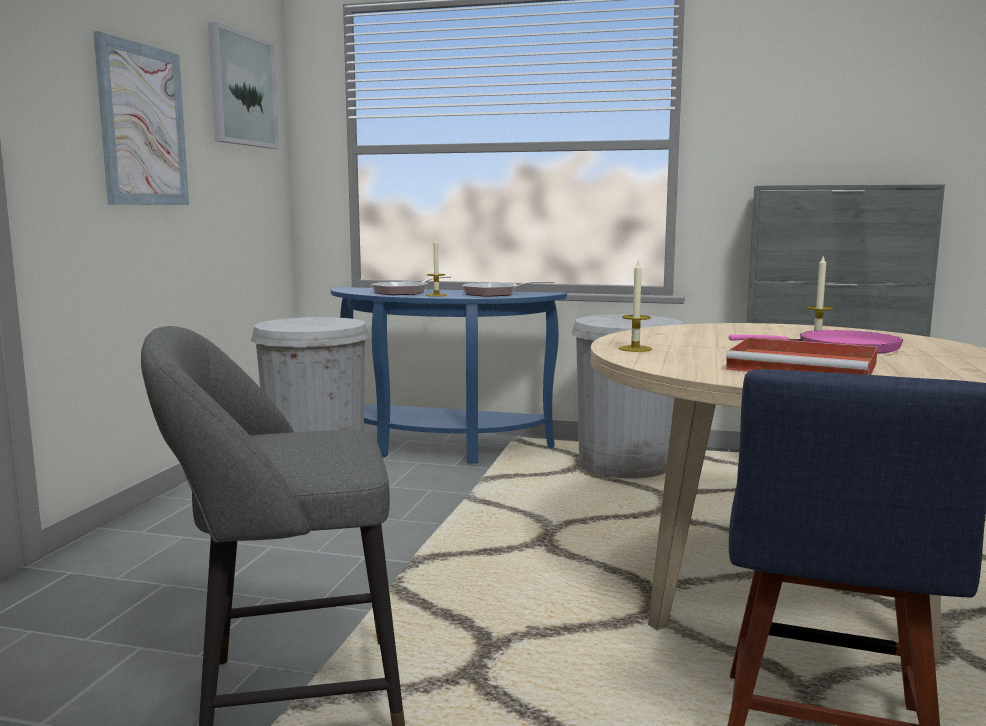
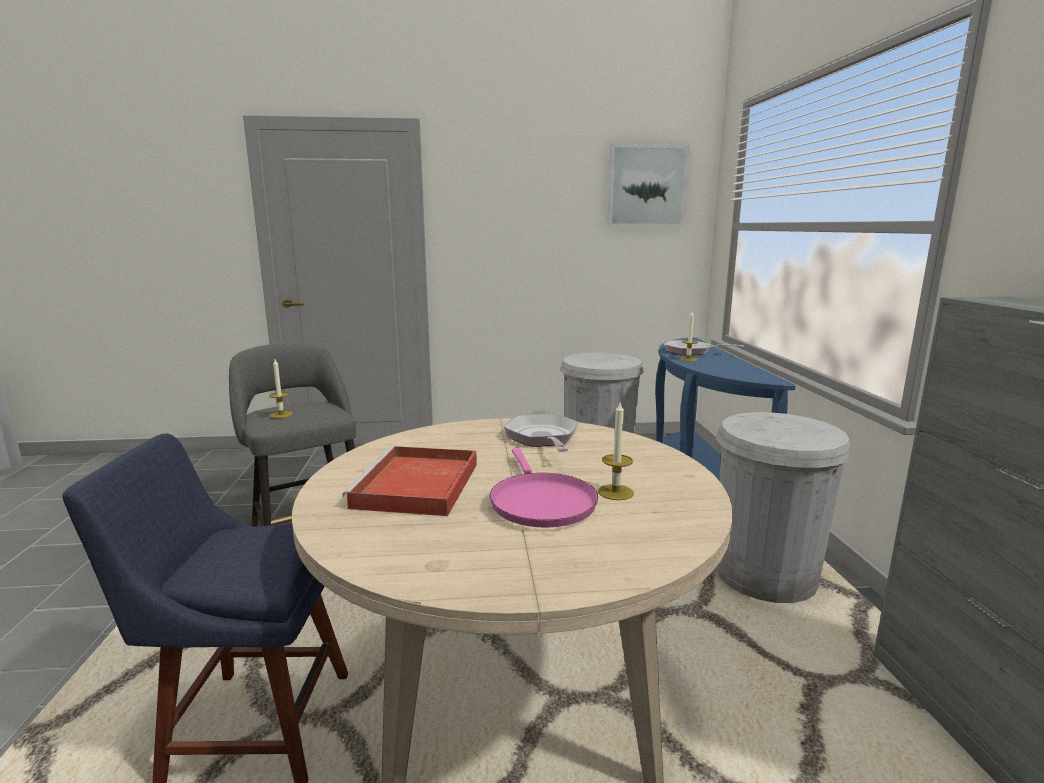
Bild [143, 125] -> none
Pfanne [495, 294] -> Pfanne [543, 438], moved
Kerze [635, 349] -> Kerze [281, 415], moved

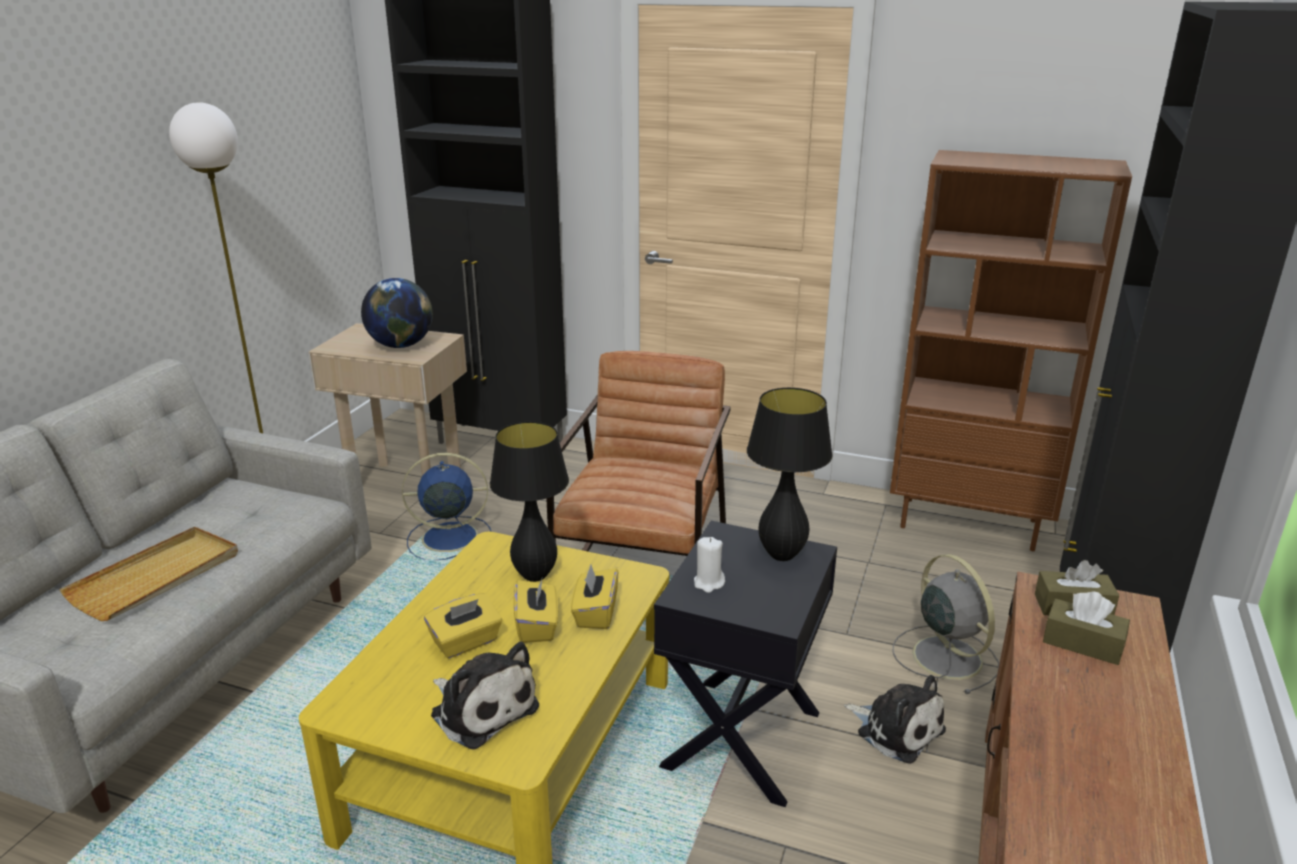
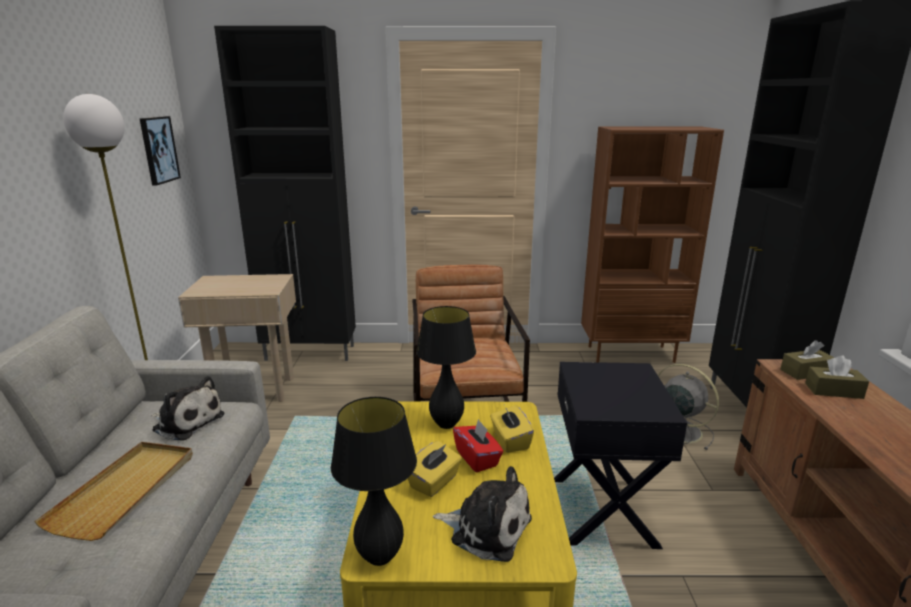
Globus [401, 345] -> none
Ventilator (blau) [447, 537] -> none
Taschentuchbox (gelb) [537, 626] -> Taschentuchbox (rot) [477, 458]
Kerze (weiß) [708, 583] -> none
Tischlampe (schwarz) [782, 555] -> Tischlampe (schwarz) [380, 557], moved
Plüschtier [896, 729] -> Plüschtier [186, 422], moved
none -> Bild [158, 150]

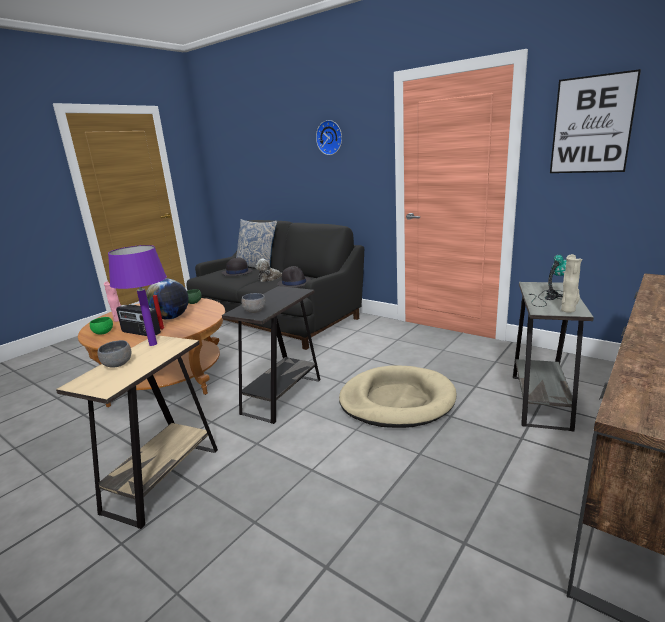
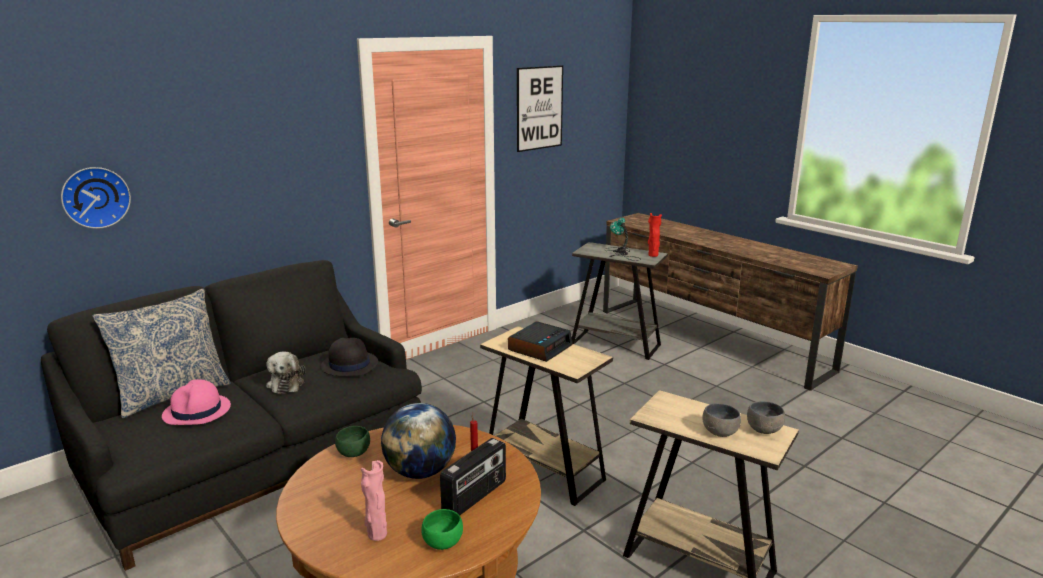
Tischlampe (lila) [153, 344] -> none
Hut (schwarz) [237, 272] -> Hut (rosa) [197, 412]
Beistelltisch (schwarz) [282, 396] -> Beistelltisch (beige) [543, 471]
Schüssel (grau) [255, 311] -> Schüssel (grau) [763, 429], moved
Wanduhr [330, 137] -> Wanduhr [95, 197], moved
Hundebett (beige) [396, 400] -> none
Vase (beige) [568, 310] -> Vase (rot) [653, 255]
none -> Wecker [540, 347]

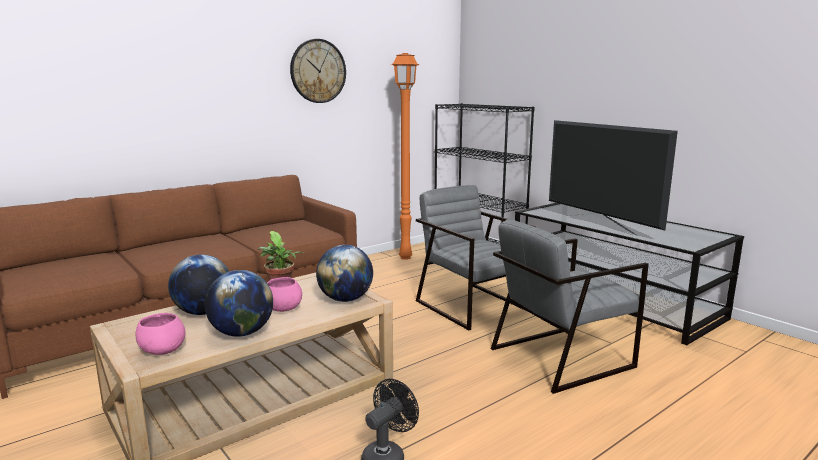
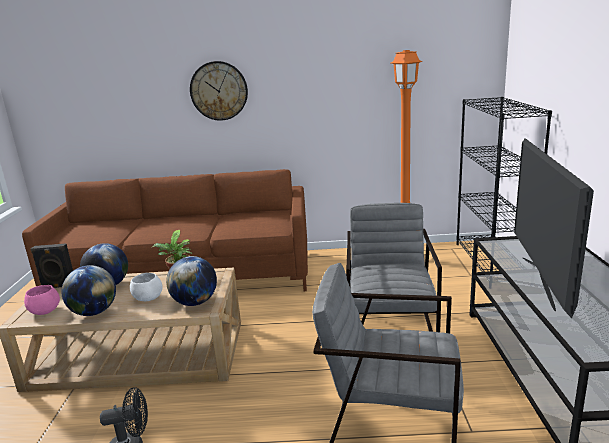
Schüssel (rosa) [283, 309] -> Schüssel (weiß) [148, 298]
Wanduhr [318, 71] -> Wanduhr [219, 91], moved
none -> Lautsprecher (schwarz) [58, 286]

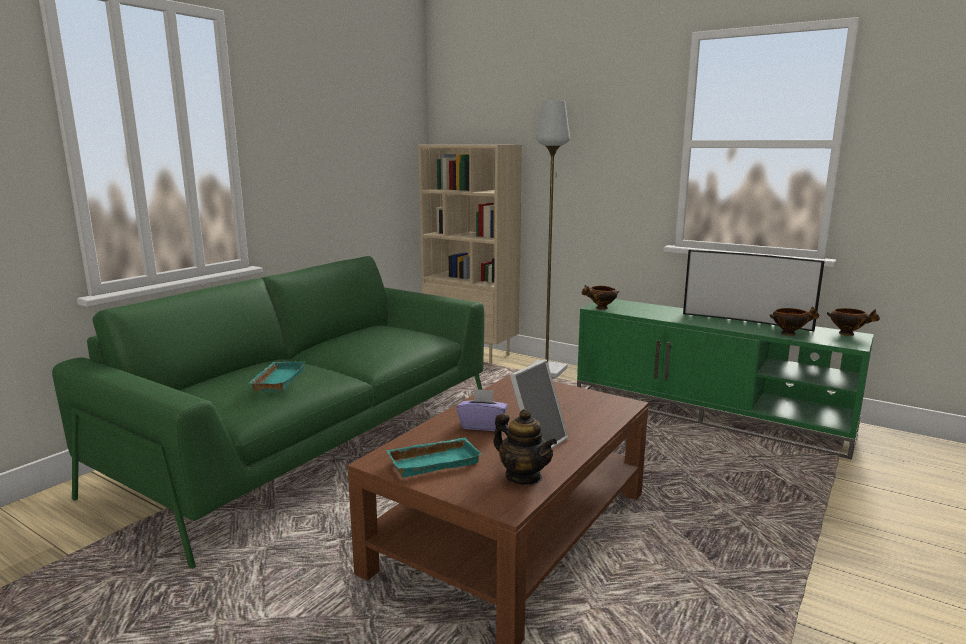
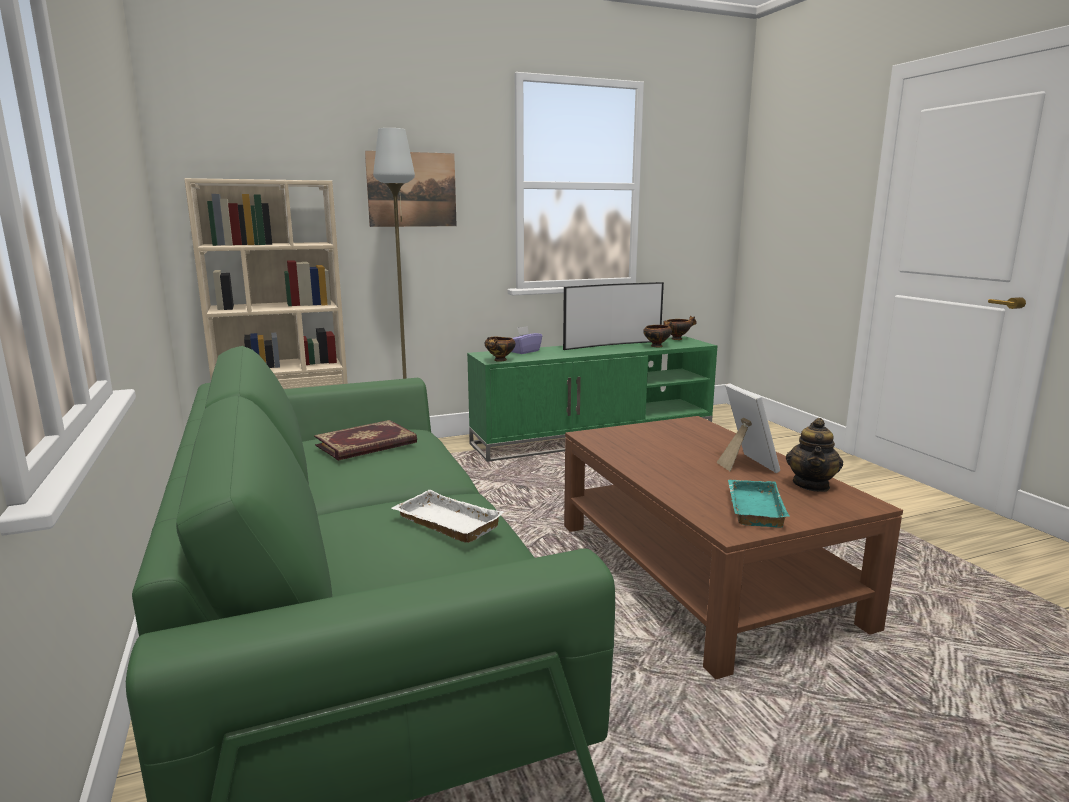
Tablett (türkis) [277, 380] -> Tablett (weiß) [444, 524]
Taschentuchbox (lila) [482, 425] -> Taschentuchbox (lila) [524, 351], moved
Teekanne [523, 476] -> Teekanne [811, 485], 120 degrees clockwise
none -> Buch [367, 444]
none -> Bild [412, 189]

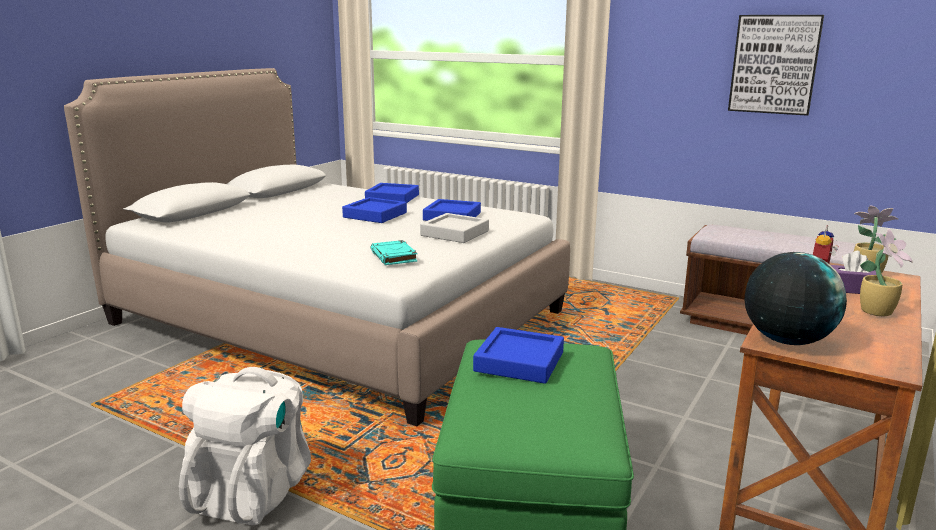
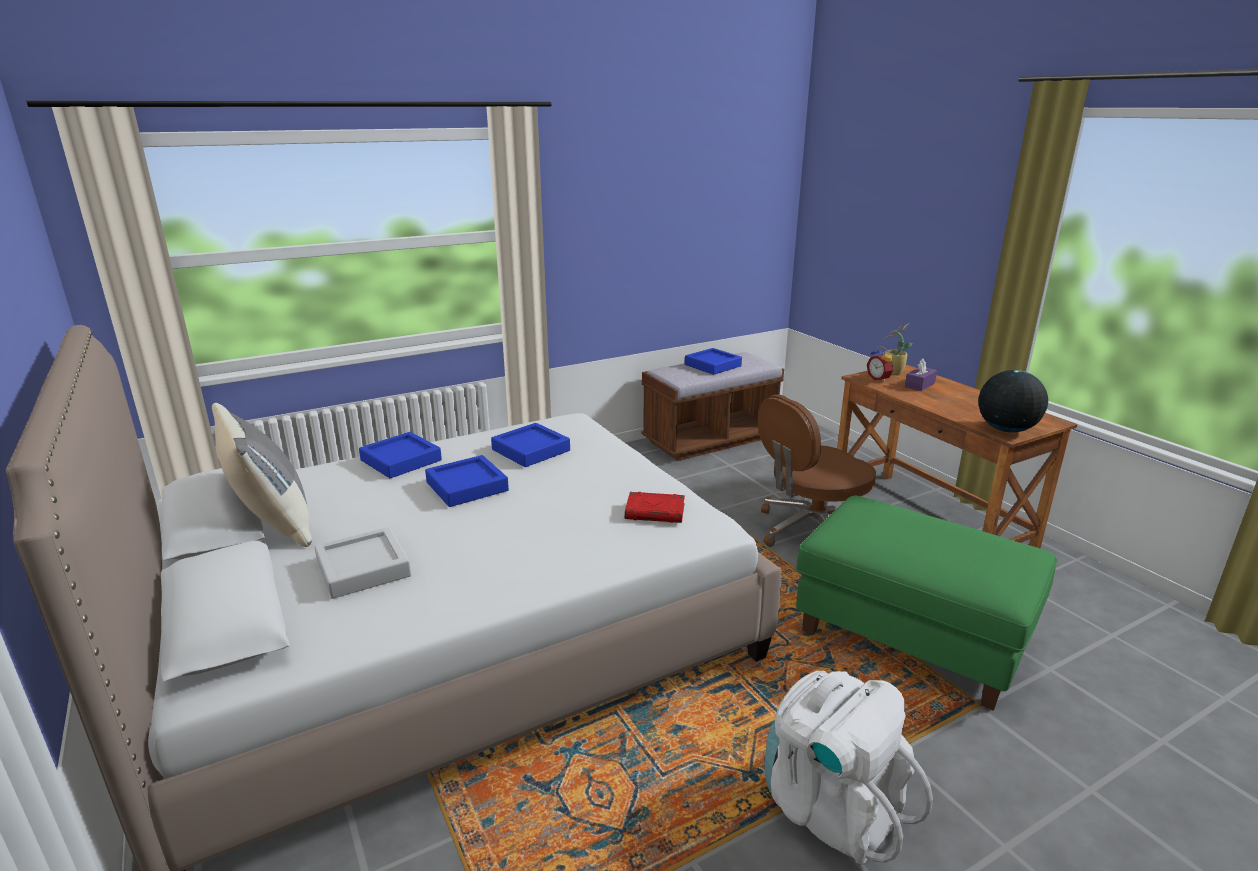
Buch (türkis) [394, 257] -> Buch (rot) [655, 512]
Tablett (grau) [455, 233] -> Tablett (grau) [363, 568], moved
Tablett (blau) [519, 362] -> Tablett (blau) [713, 365], moved
Bild [774, 64] -> none
Topfpflanze [877, 311] -> none
none -> Kissen (grau) [272, 524]
none -> Bürostuhl (braun) [811, 531]

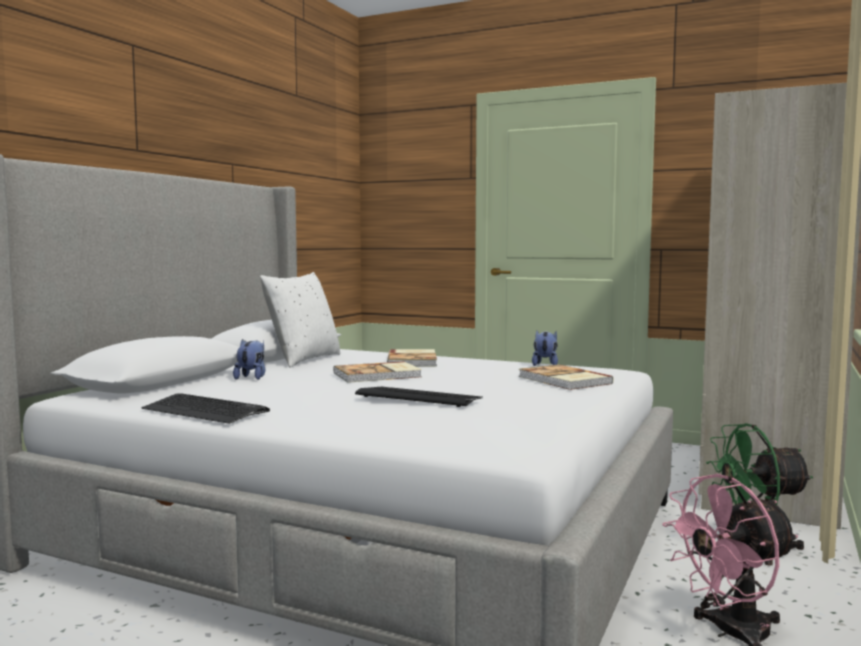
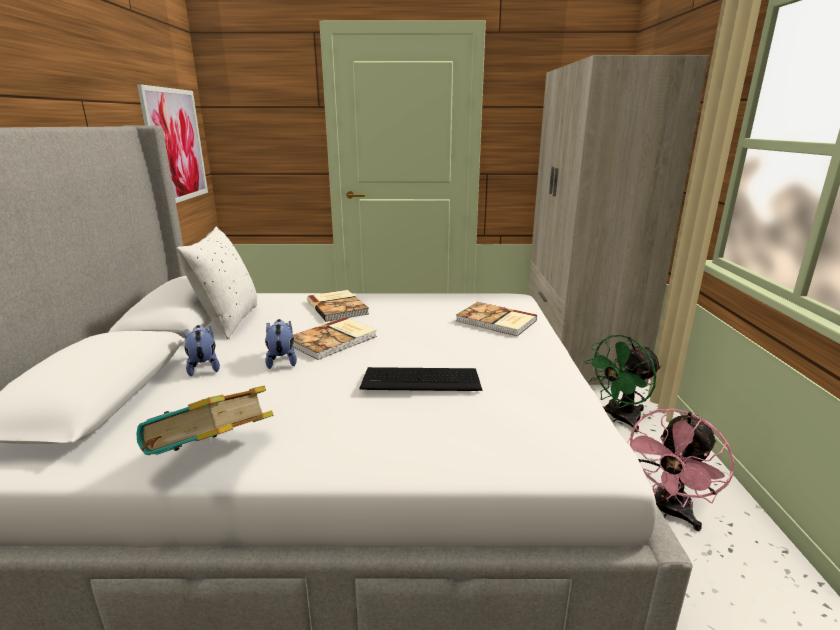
Tastatur [205, 411] -> Buch [214, 457]
Plüschtier [545, 365] -> Plüschtier [282, 360], moved
none -> Bild [175, 145]

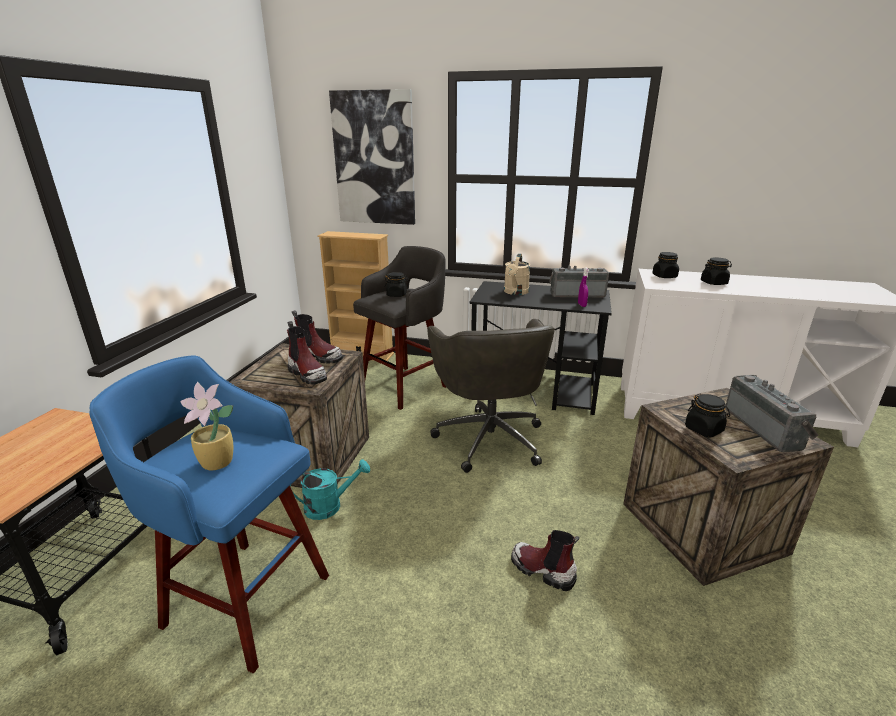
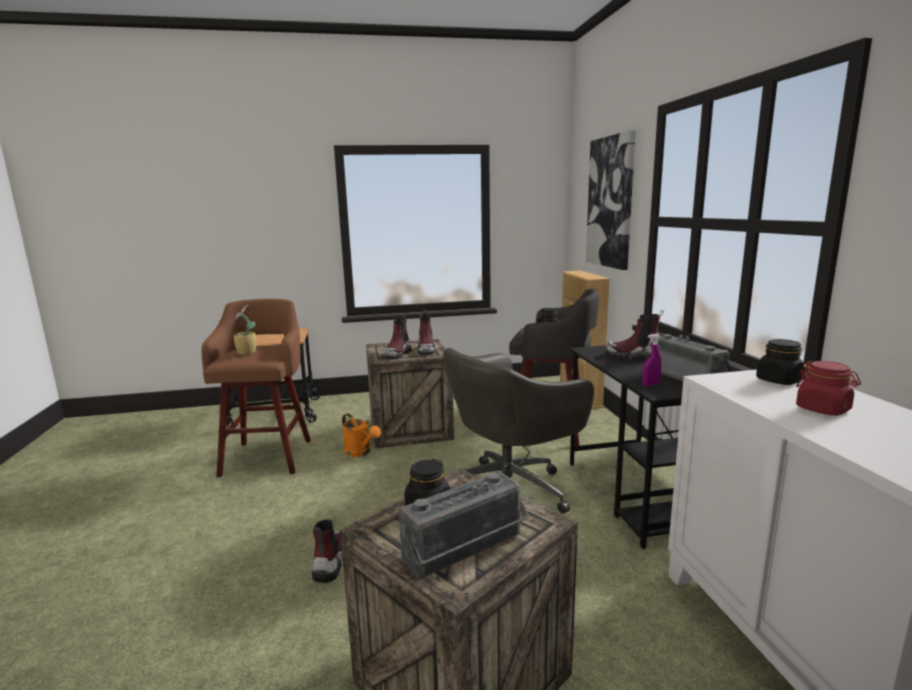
Hocker (blau) [244, 598] -> Hocker (braun) [268, 456]
Gießkanne (türkis) [330, 506] -> Gießkanne (orange) [360, 452]
Gießkanne (beige) [515, 292] -> Stiefel [633, 356]
Vorratsglas (schwarz) [714, 283] -> Vorratsglas (rot) [823, 409]

